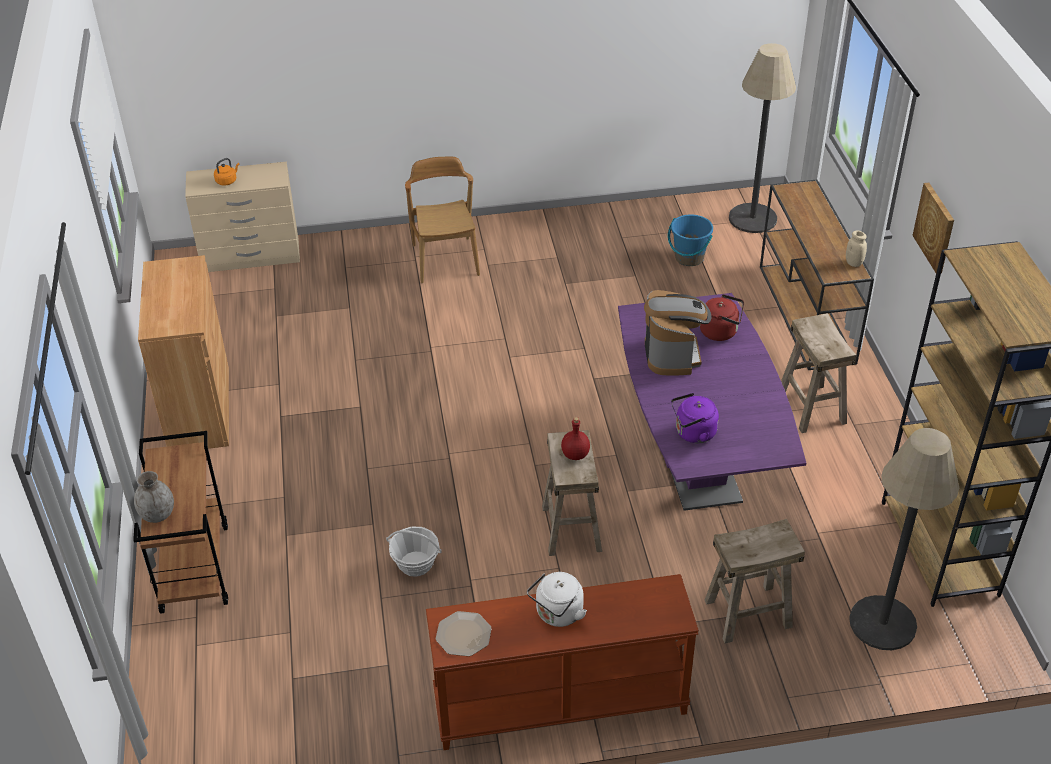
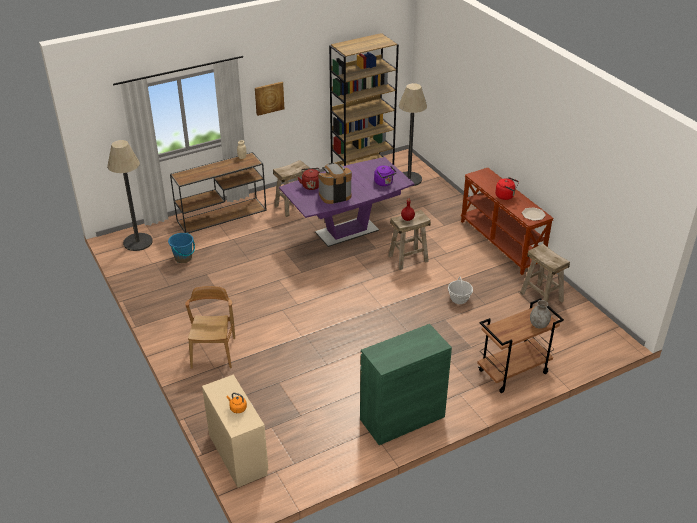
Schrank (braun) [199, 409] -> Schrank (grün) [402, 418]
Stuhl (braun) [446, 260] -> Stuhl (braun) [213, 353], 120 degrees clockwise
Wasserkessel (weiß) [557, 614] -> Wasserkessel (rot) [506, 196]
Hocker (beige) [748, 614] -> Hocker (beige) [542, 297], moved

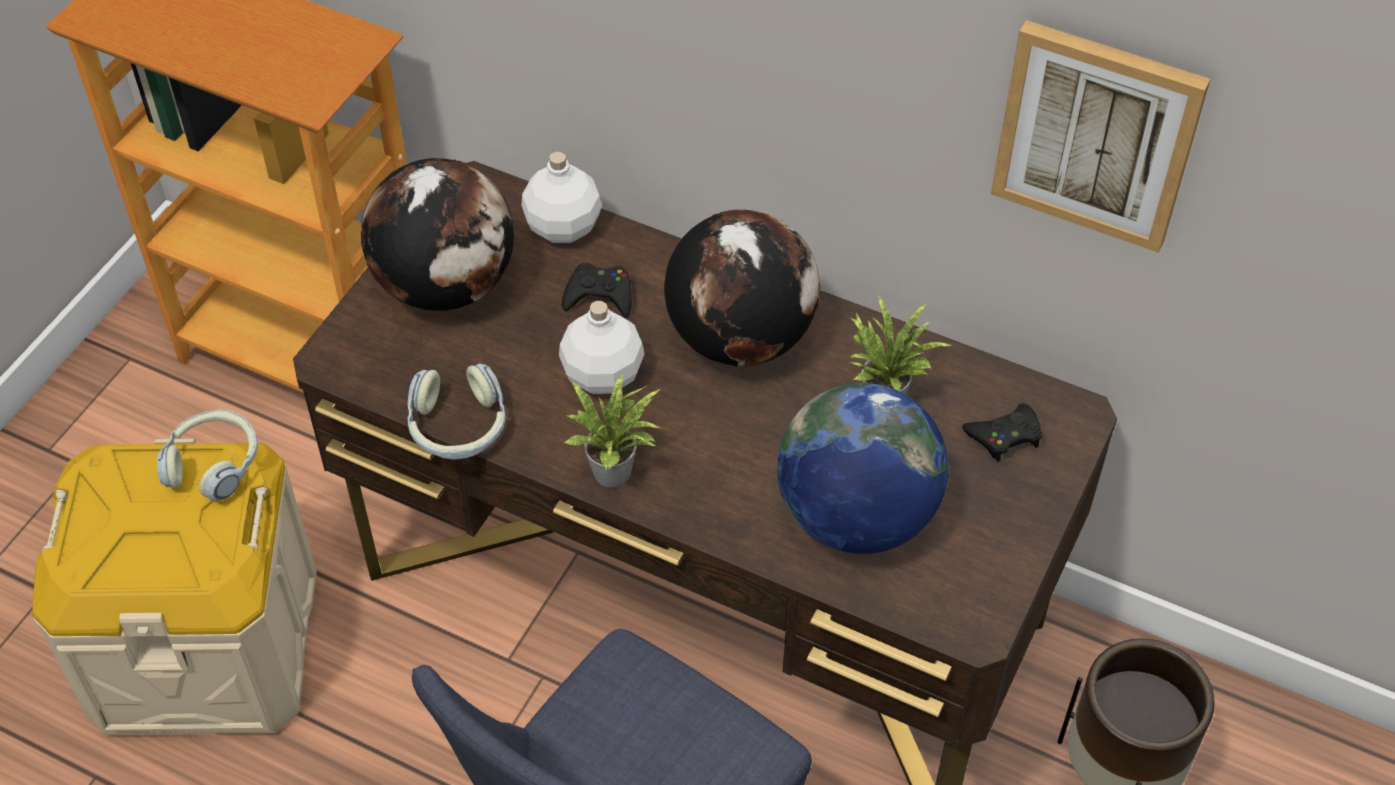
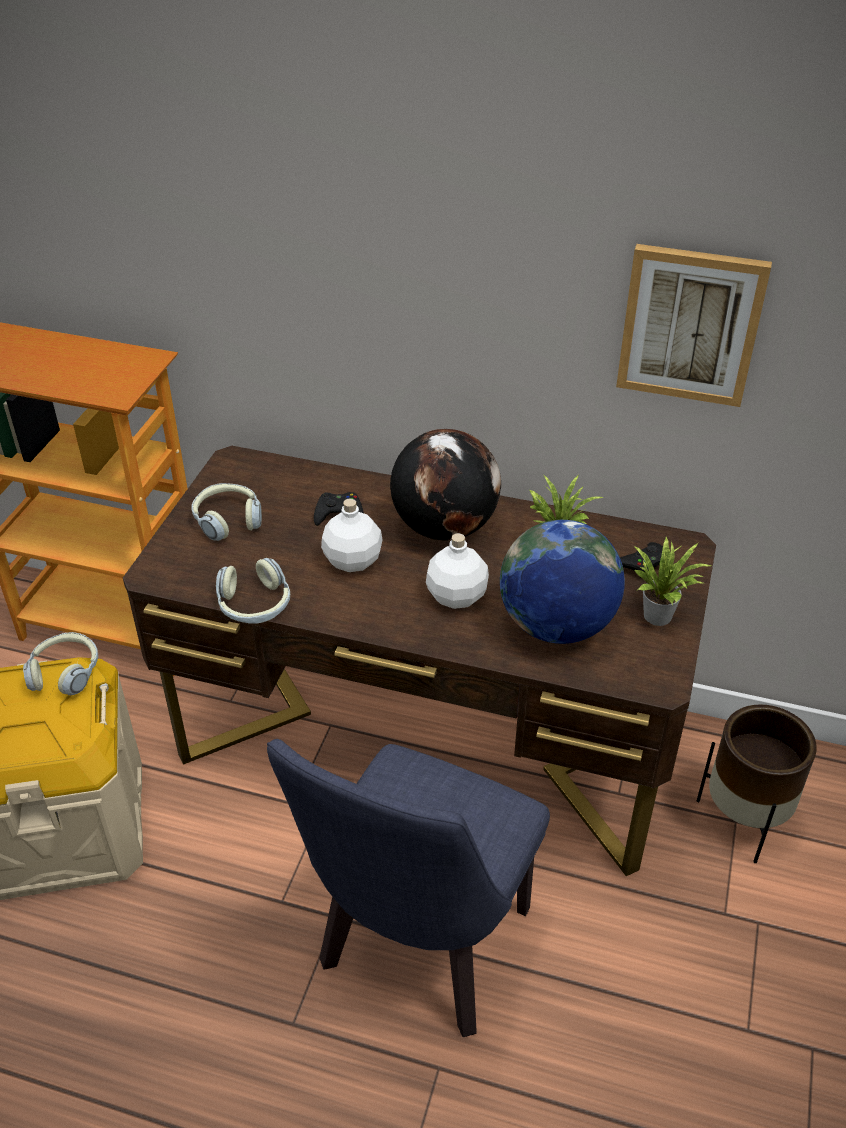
Globus [446, 285] -> Kopfhörer [228, 520]
Flasche (weiß) [562, 226] -> Flasche (weiß) [455, 596], moved
Topfpflanze [617, 471] -> Topfpflanze [661, 615], moved

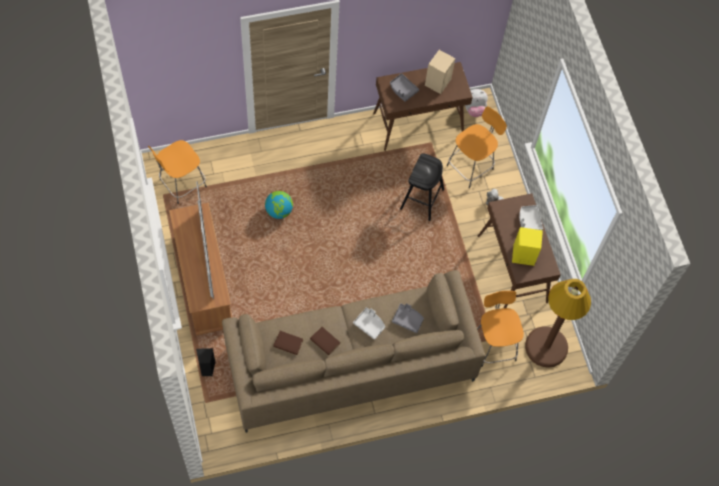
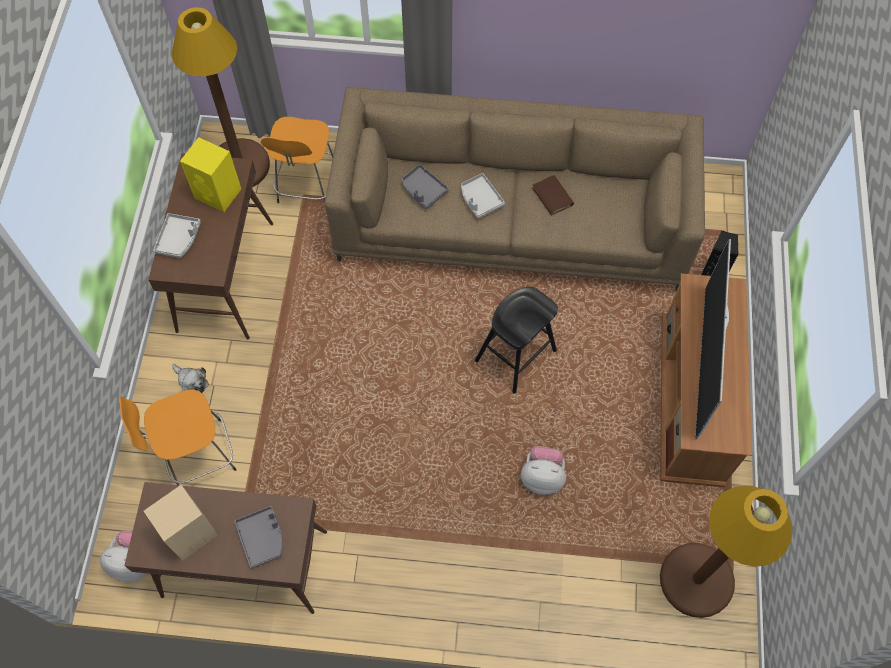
Hocker (orange) [181, 184] -> Stehlampe (braun) [696, 580]
Globus [279, 211] -> Plüschtier [542, 477]
Buch (braun) [288, 343] -> none
Hocker (schwarz) [422, 199] -> Hocker (schwarz) [515, 355], moved

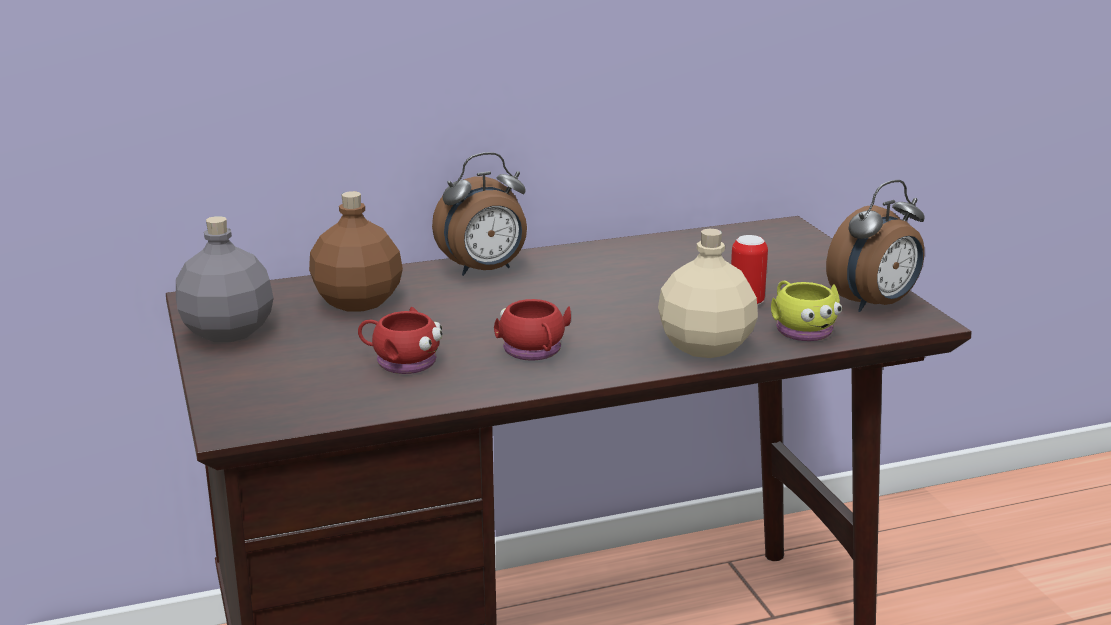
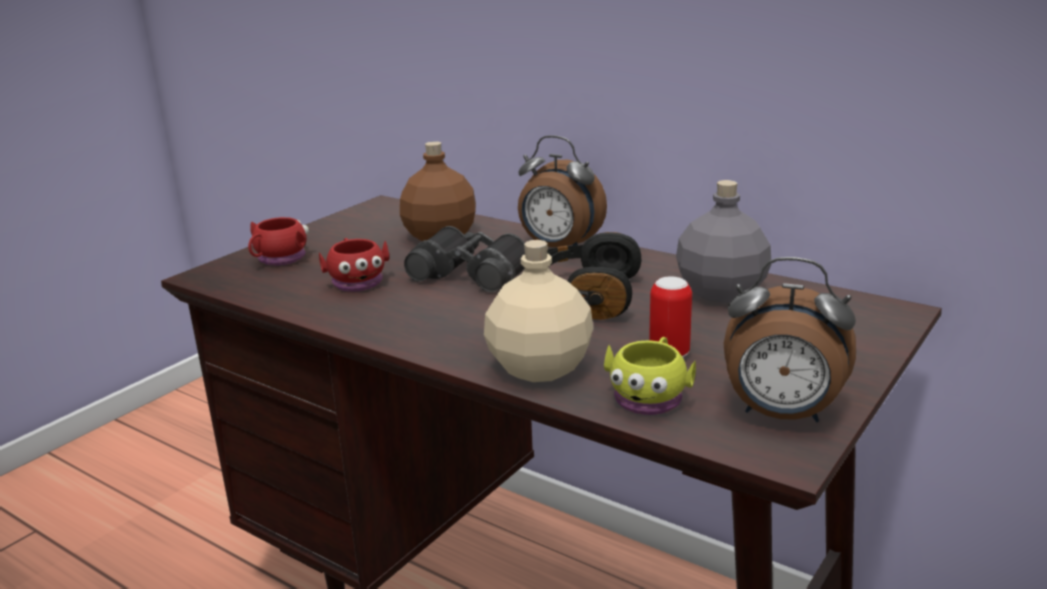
Flasche (grau) [226, 331] -> Flasche (grau) [719, 292], moved
Henkelbecher (rot) [534, 352] -> Henkelbecher (rot) [278, 259], moved
none -> Fernglas (schwarz) [472, 273]
none -> Kopfhörer (schwarz) [583, 296]

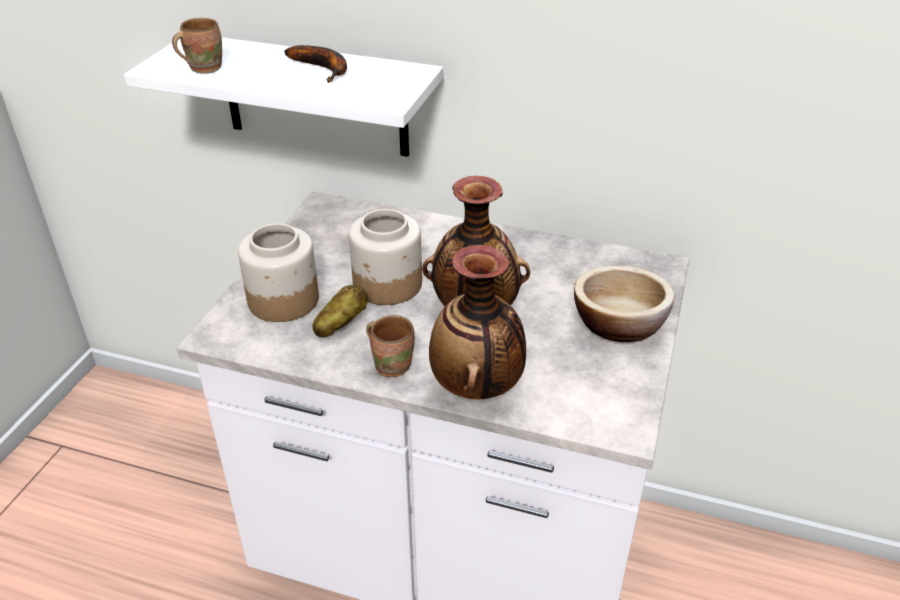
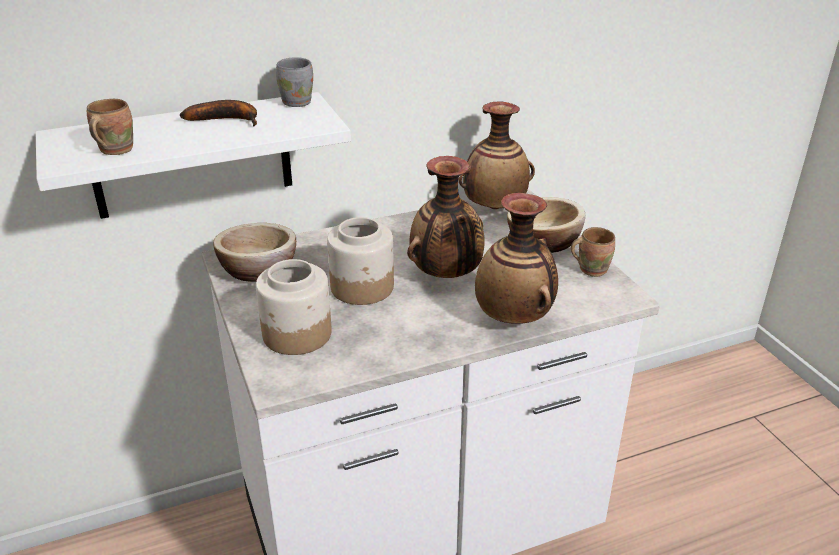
Kartoffel [340, 324] -> none
Henkelbecher (braun) [392, 364] -> Henkelbecher (braun) [591, 268], moved
none -> Schüssel [258, 270]
none -> Henkelbecher (grau) [299, 102]
none -> Vase [494, 207]

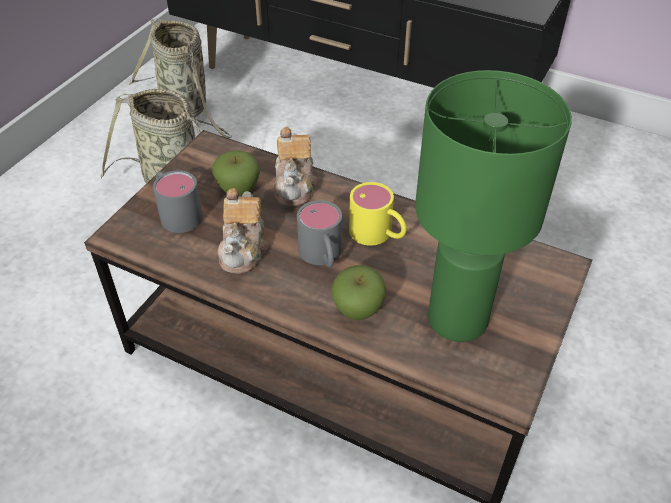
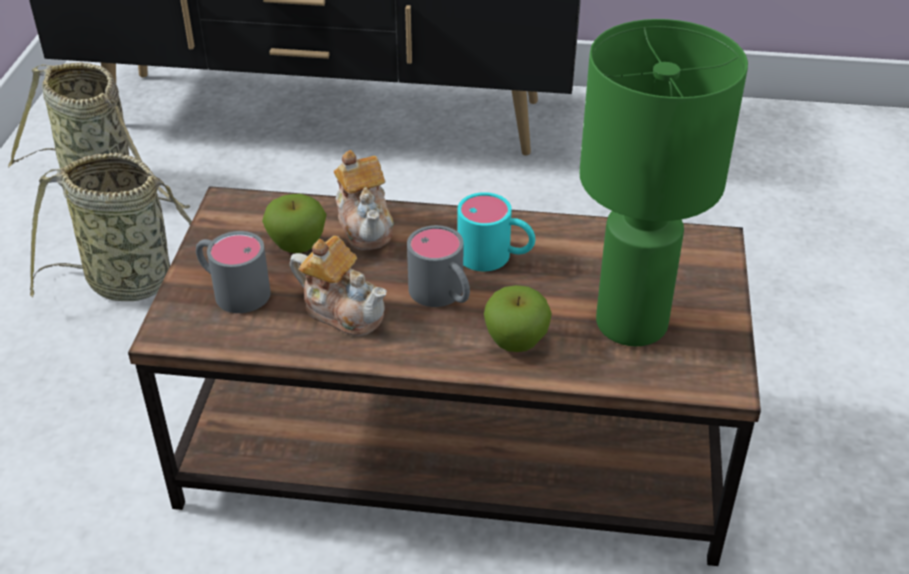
Teekanne [244, 249] -> Teekanne [343, 310], 45 degrees counterclockwise
Henkelbecher (gelb) [378, 235] -> Henkelbecher (türkis) [496, 257]

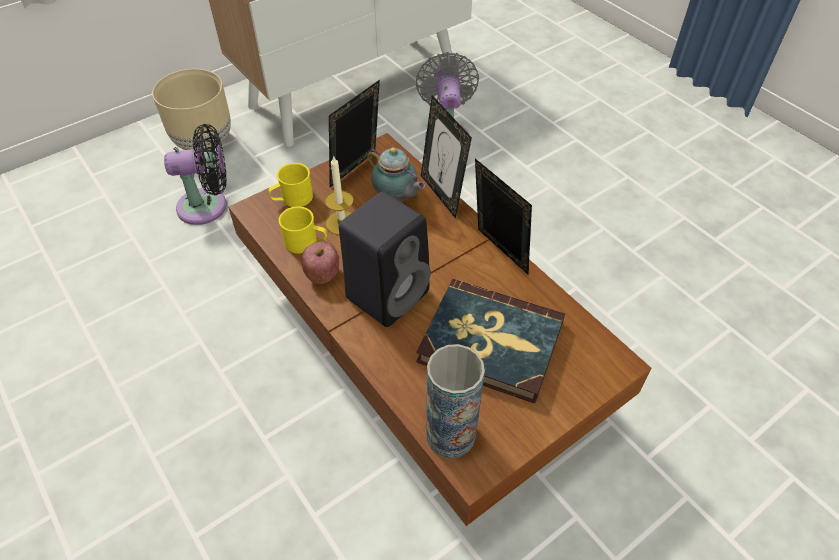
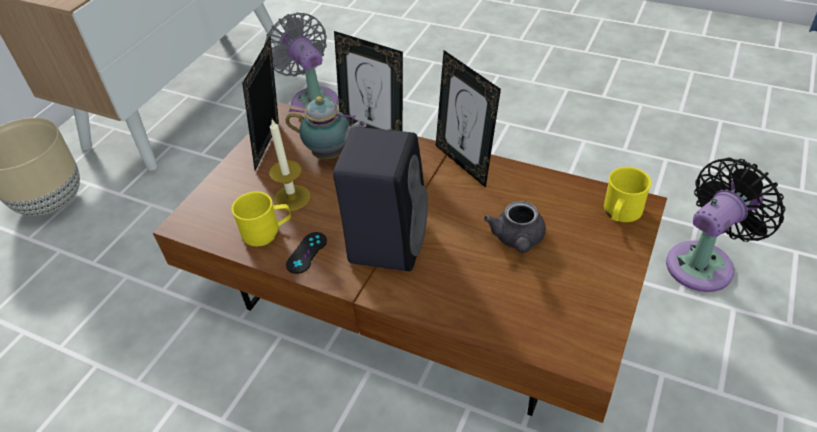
Ventilator (schwarz) [208, 206] -> Ventilator (schwarz) [704, 262], moved
Henkelbecher (gelb) [292, 199] -> Henkelbecher (gelb) [620, 213], moved
Apfel [322, 274] -> Gamepad (schwarz) [306, 253]
Buch [490, 343] -> Teekanne (grau) [518, 240]
Vase [450, 434] -> none
Bilderrahmen [497, 254] -> Bilderrahmen [465, 163], 150 degrees counterclockwise

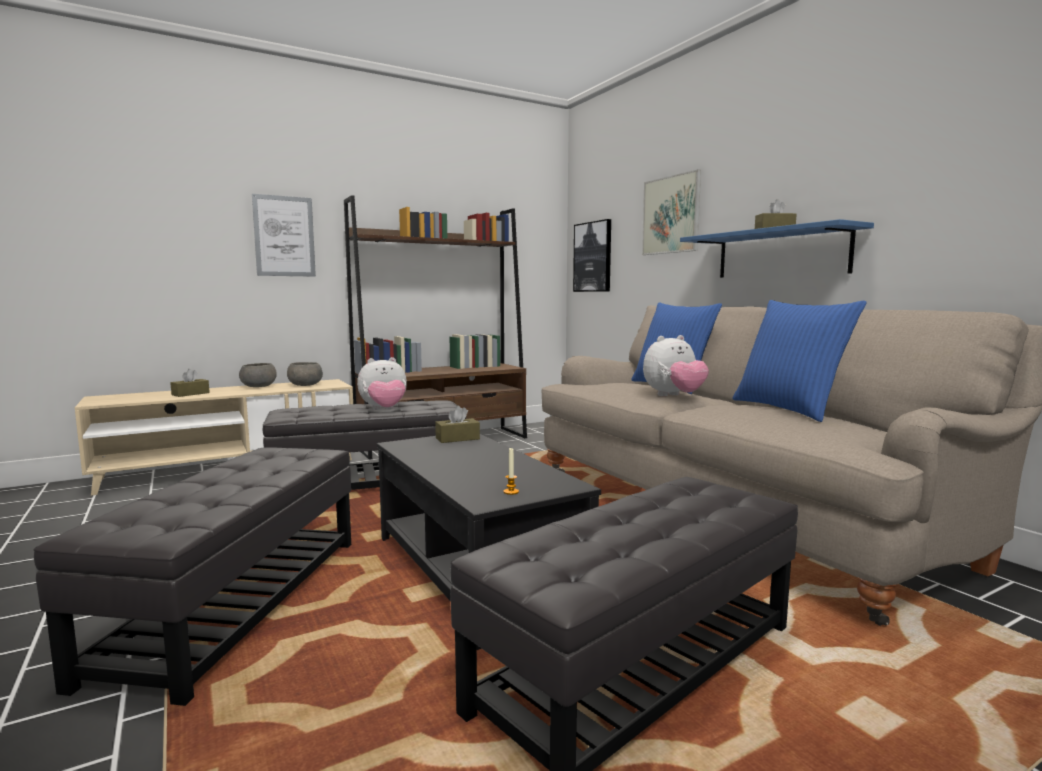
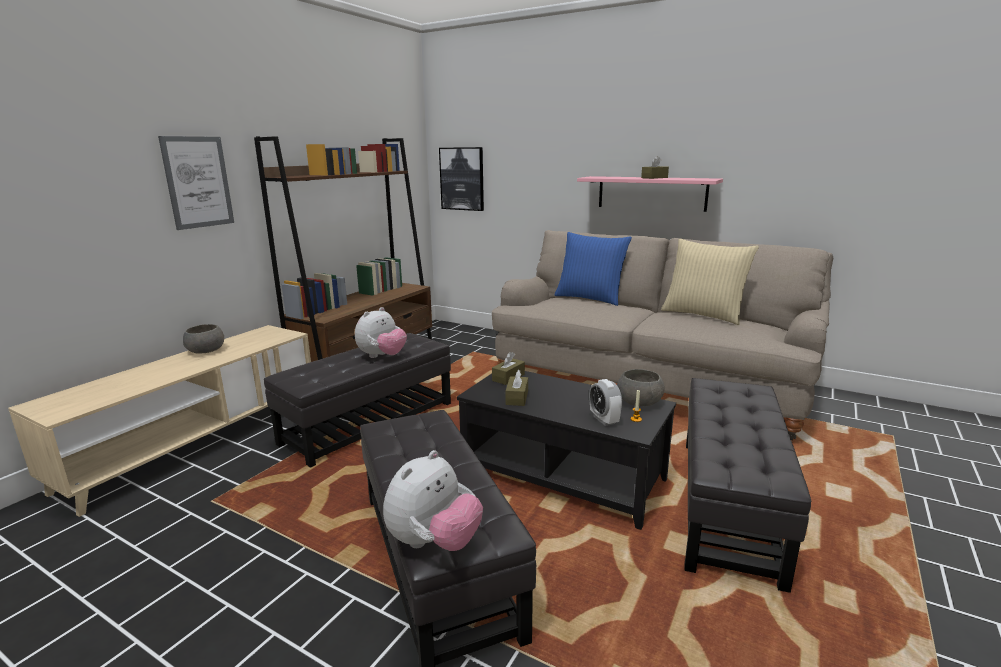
Taschentuchbox (braun) [190, 394] -> Taschentuchbox (braun) [517, 397], moved
Schüssel (grau) [306, 385] -> Schüssel (grau) [640, 402], moved
Bild [671, 215] -> none
Plüschtier [673, 396] -> Plüschtier [434, 542], moved
Wandregal (blau) [781, 254] -> Wandregal (rosa) [651, 193]
Kissen (blau) [789, 409] -> Kissen (beige) [703, 314]
none -> Wecker [604, 420]

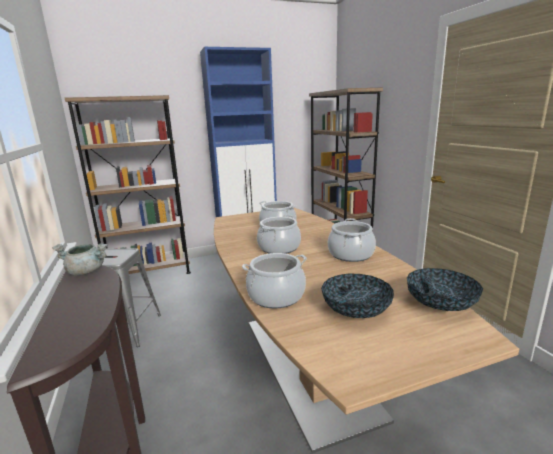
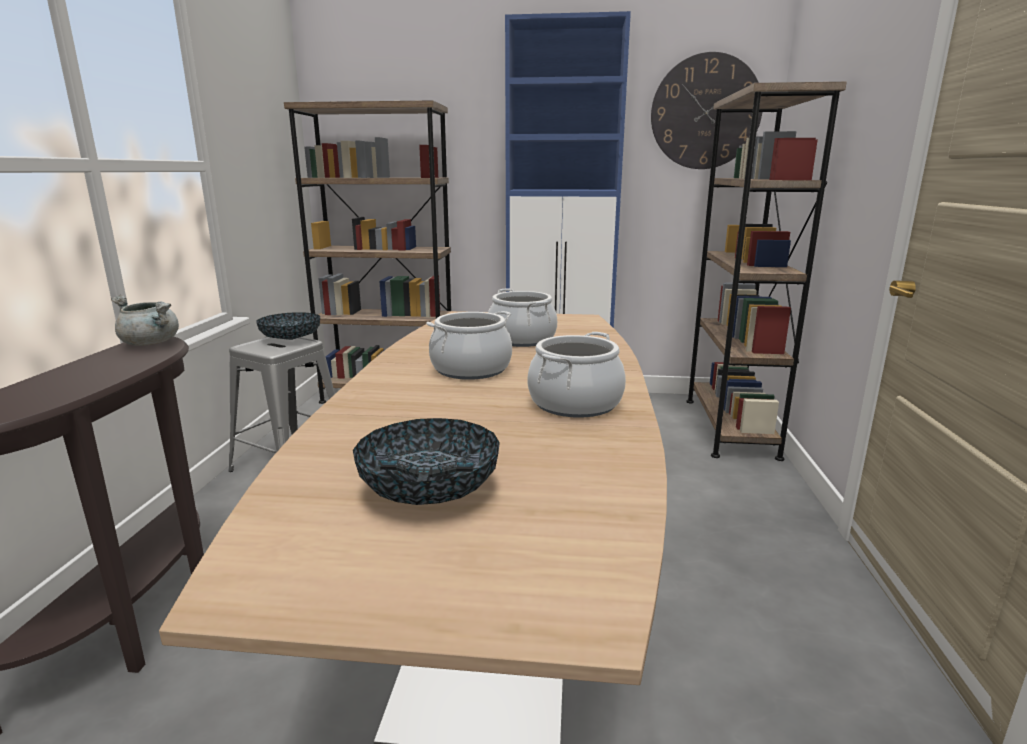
Kochtopf [276, 296] -> none
Schüssel [440, 304] -> Schüssel [291, 339], moved
none -> Wanduhr [705, 112]

